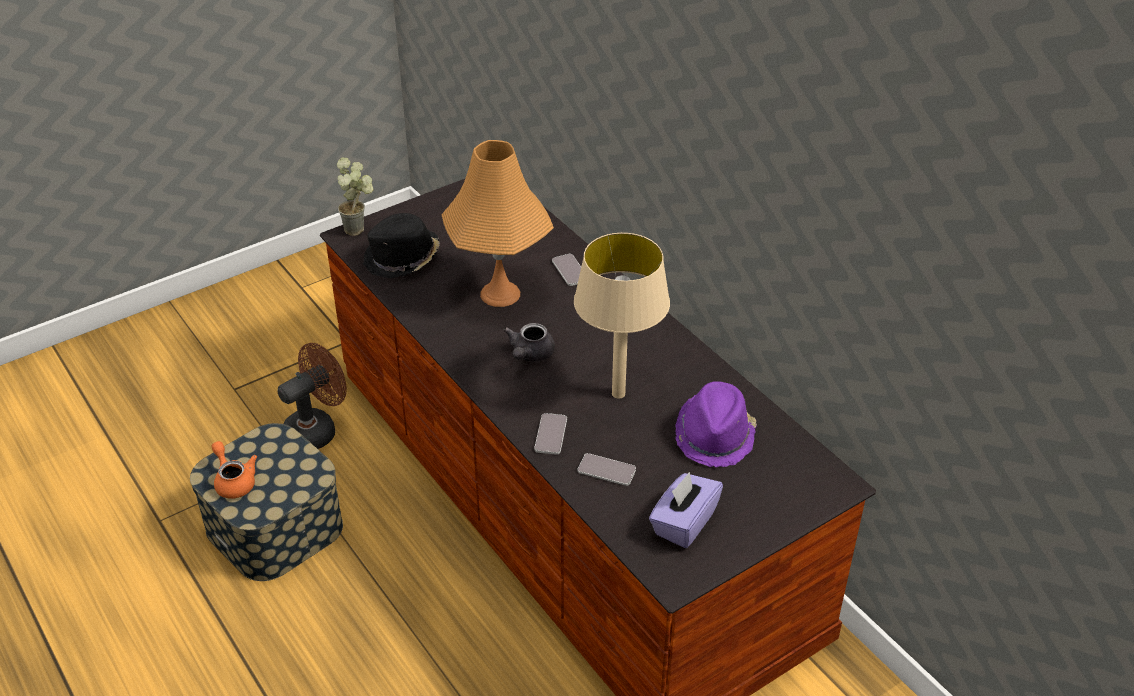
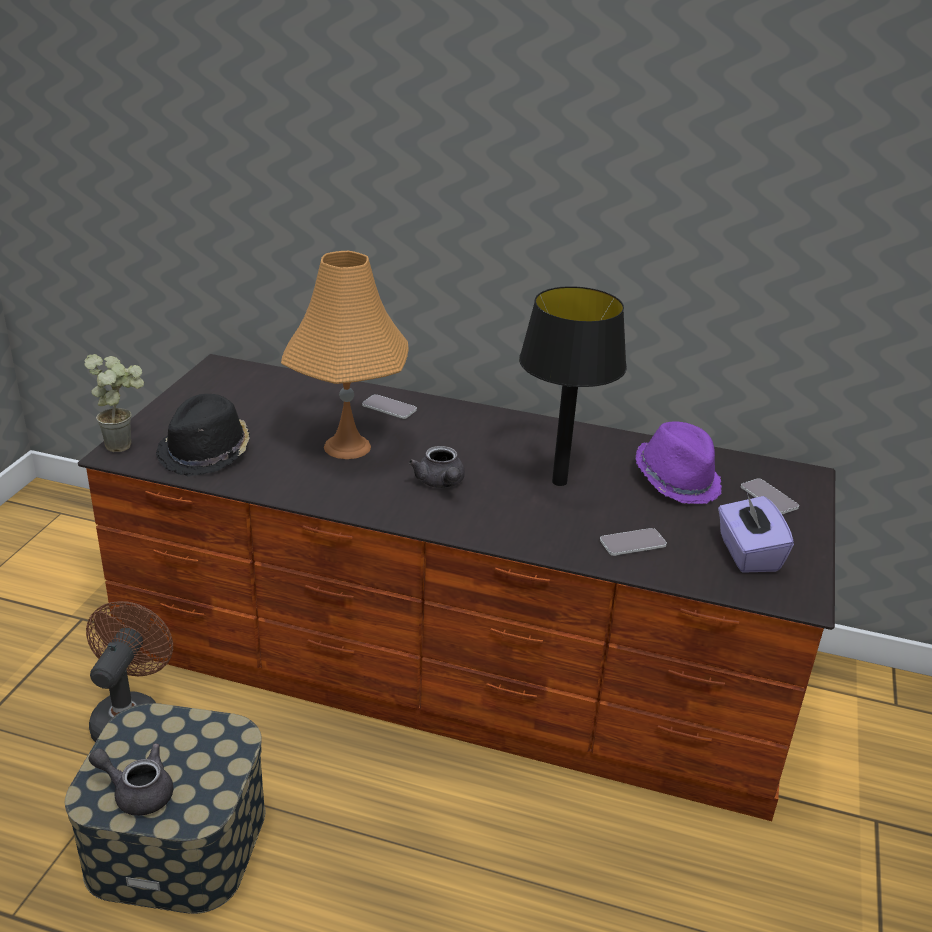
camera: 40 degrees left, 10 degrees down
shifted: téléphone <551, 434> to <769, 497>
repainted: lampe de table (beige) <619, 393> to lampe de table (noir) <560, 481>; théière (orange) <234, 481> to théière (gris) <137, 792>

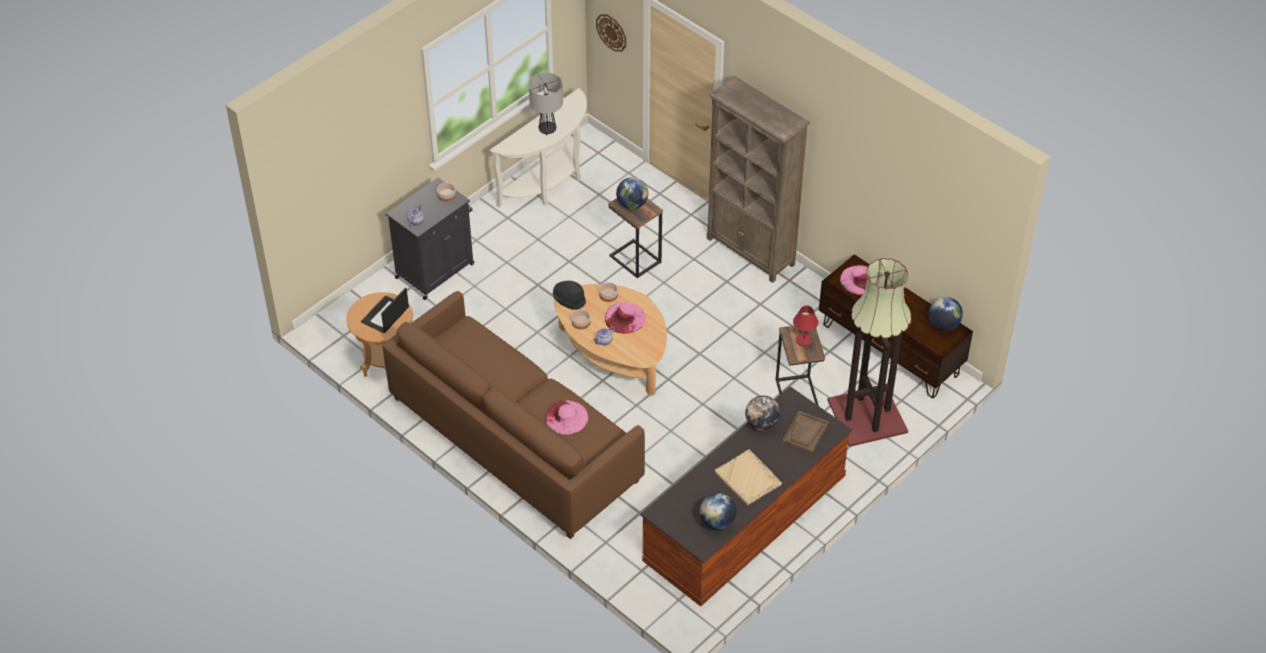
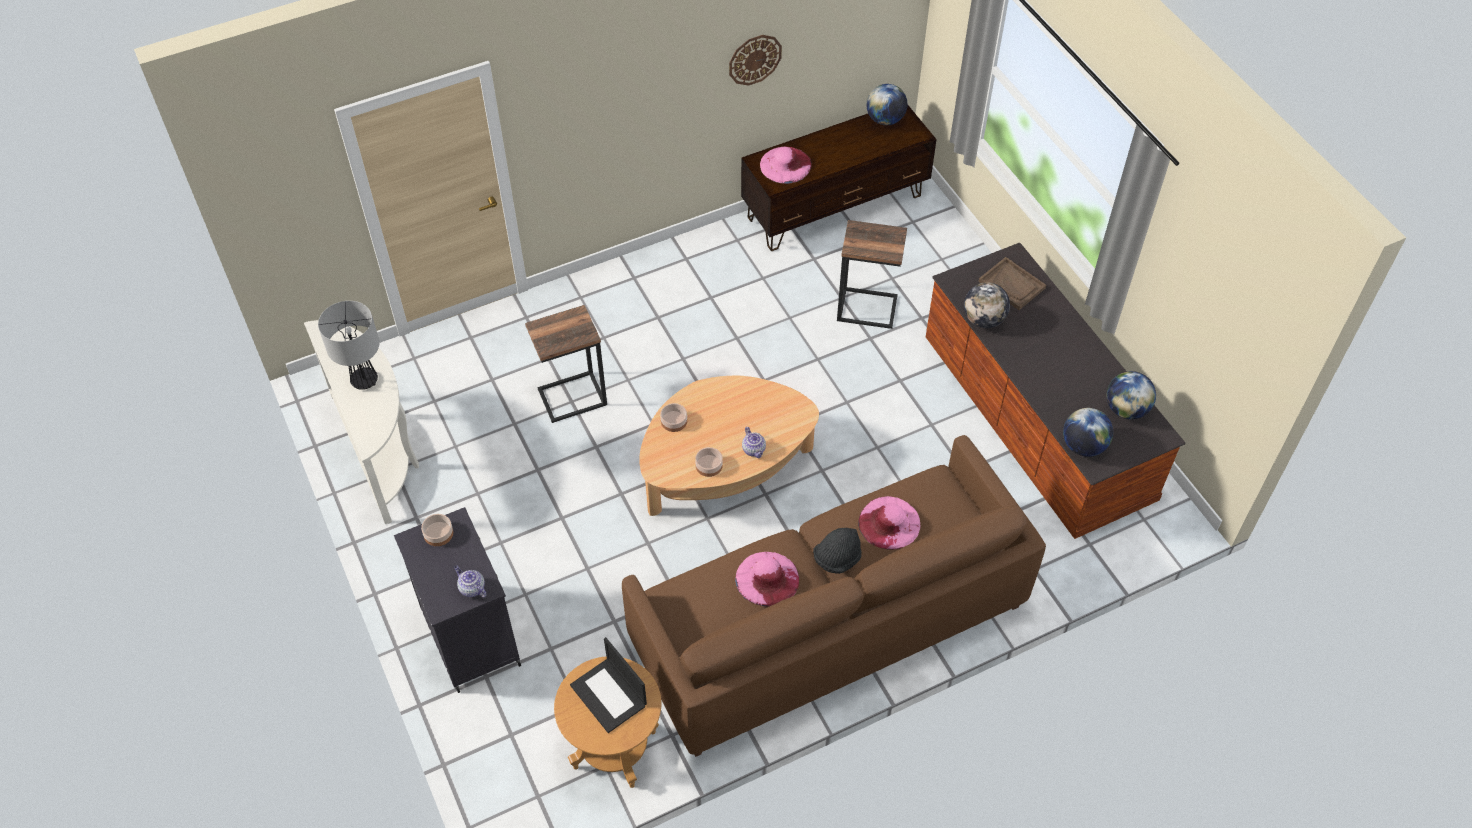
camera: 70 degrees left, 5 degrees up
gone: bibliothèque (marron) <751, 252>; lampadaire <867, 415>; lampe de table (rouge) <804, 340>; plateau (beige) <748, 479>
shifted: horloge murale <611, 32> to <754, 59>; globe <632, 204> to <1083, 446>; chapeau (noir) <569, 300> to <837, 558>; chapeau (rose) <625, 318> to <767, 578>

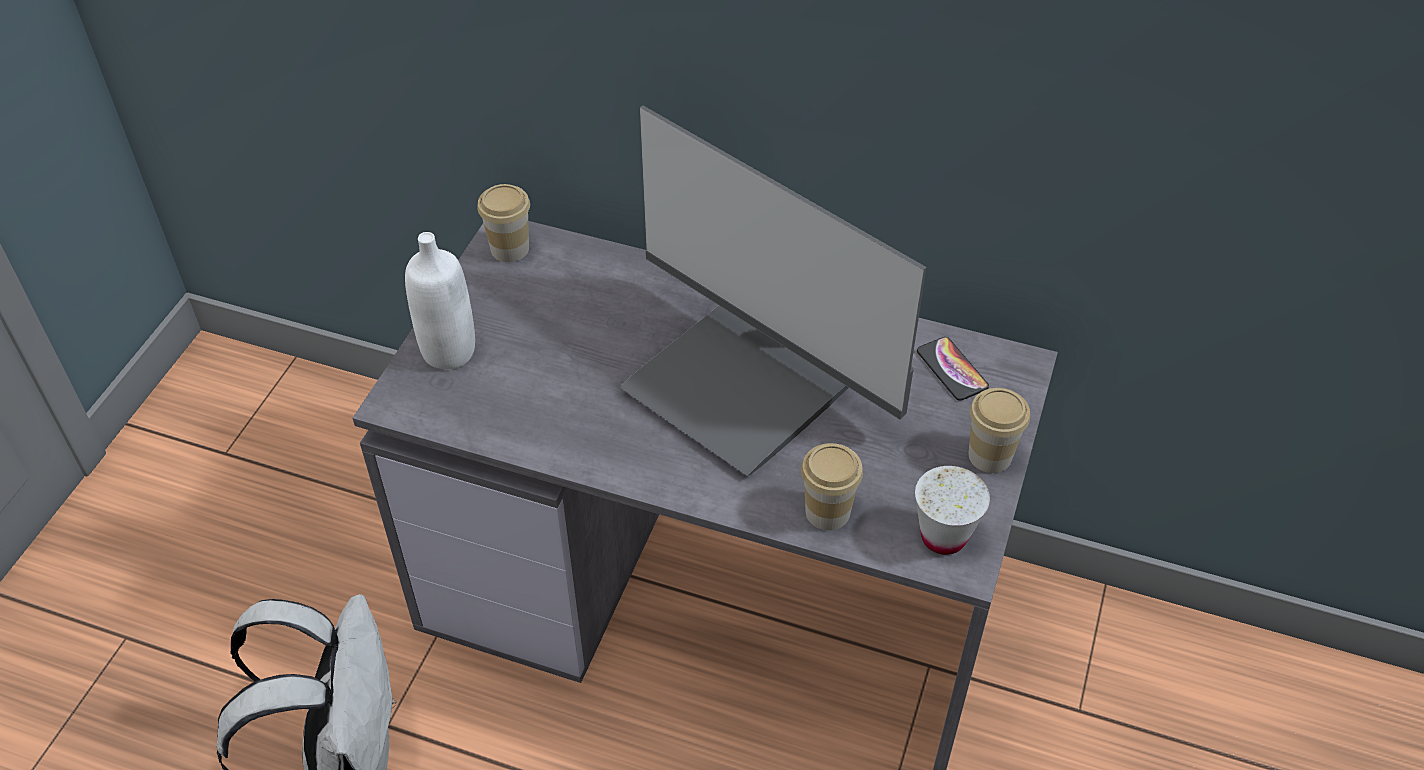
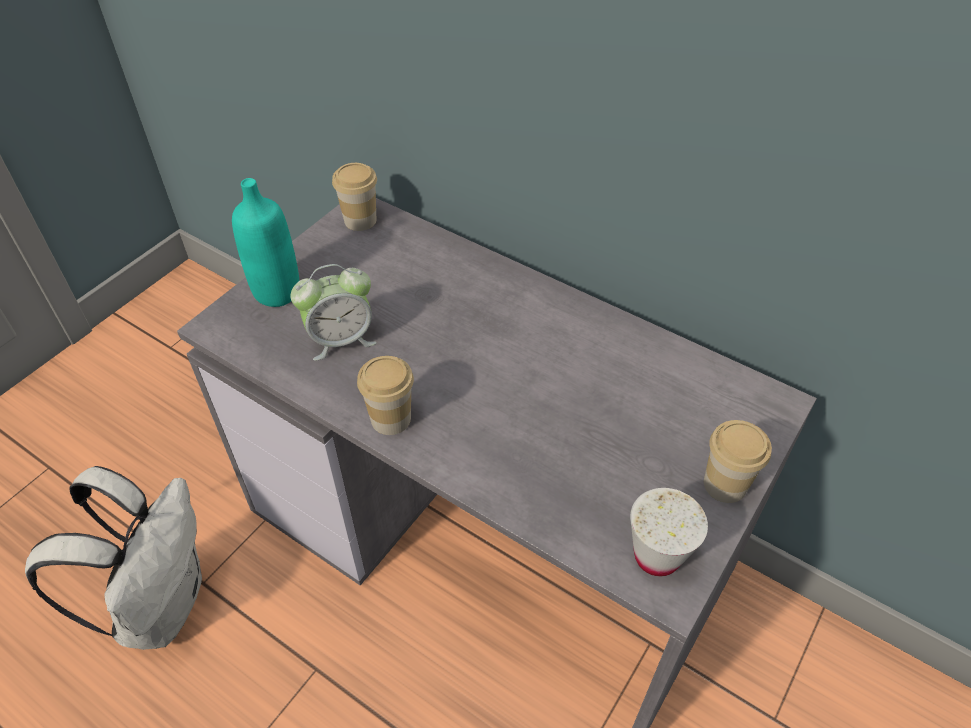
camera: 15 degrees right, 0 degrees up
gone: écran d'ordinateur <743, 383>; téléphone <952, 369>
new: réveil <341, 339>
shifted: tasse <827, 512> to <391, 419>
repainted: bouteille (blanc) <449, 351> to bouteille (turquoise) <277, 292>

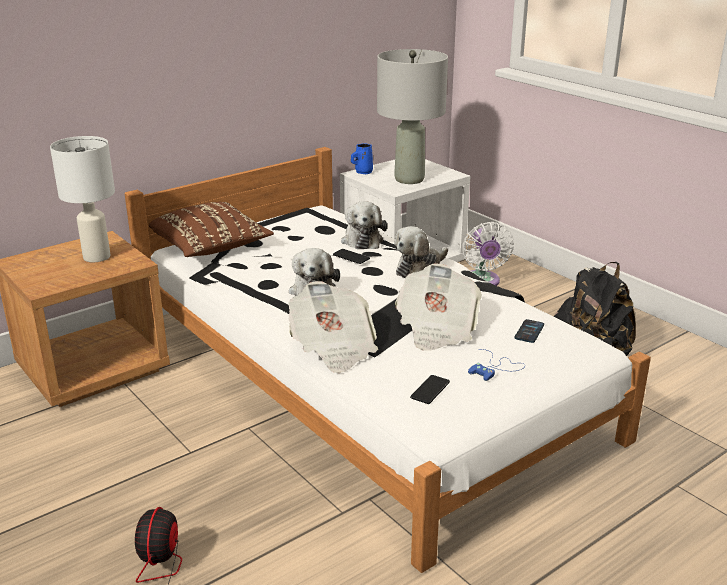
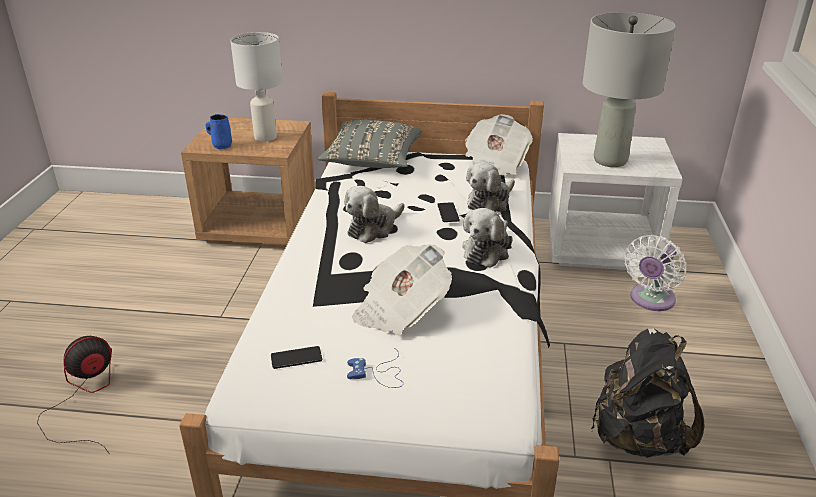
camera: 45 degrees right, 5 degrees up
gone: téléphone <529, 332>
shifted: mug (bleu) <362, 172> to <221, 145>; journal <333, 348> to <494, 164>
repainted: coussin (marron) <211, 247> to coussin (gris) <372, 161>
rotated: peluche <420, 269> = <487, 250> 60 degrees counterclockwise

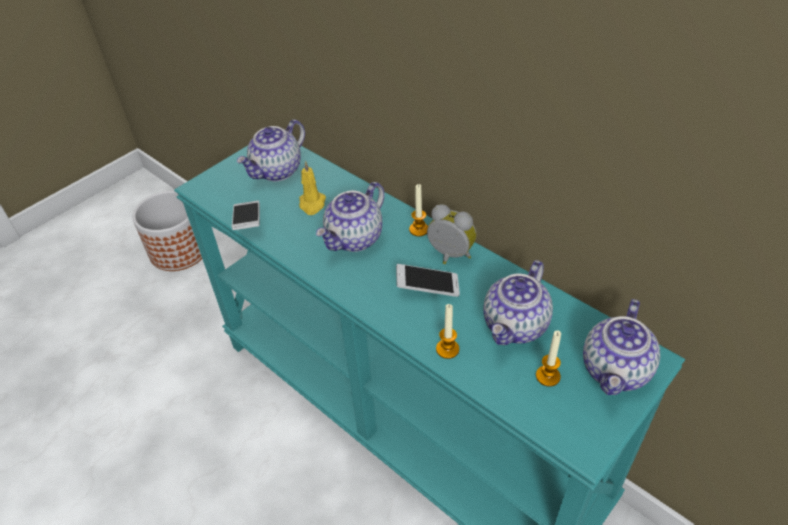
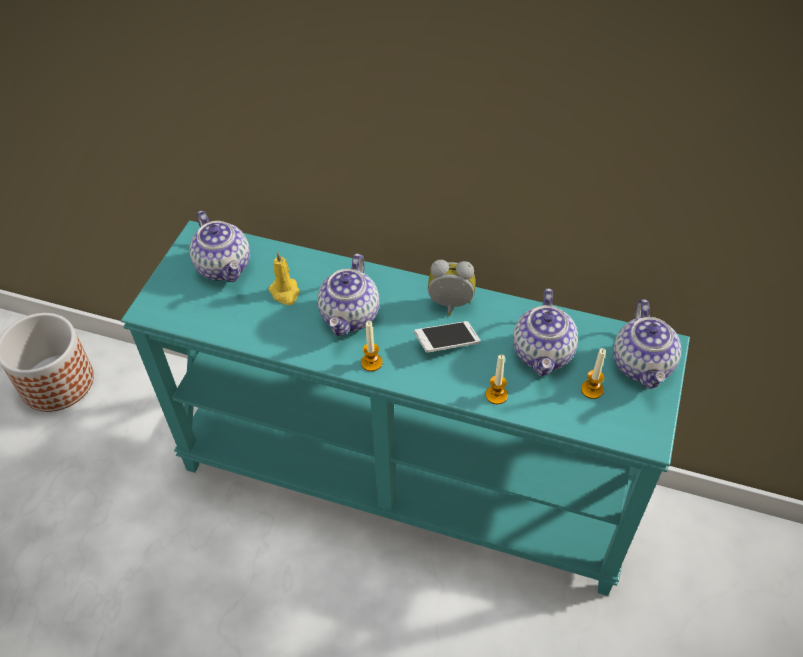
camera: 25 degrees left, 5 degrees up
gone: téléphone <247, 221>
shifted: bougie <419, 229> to <371, 362>
rotated: théière <277, 171> = <225, 267> 45 degrees counterclockwise

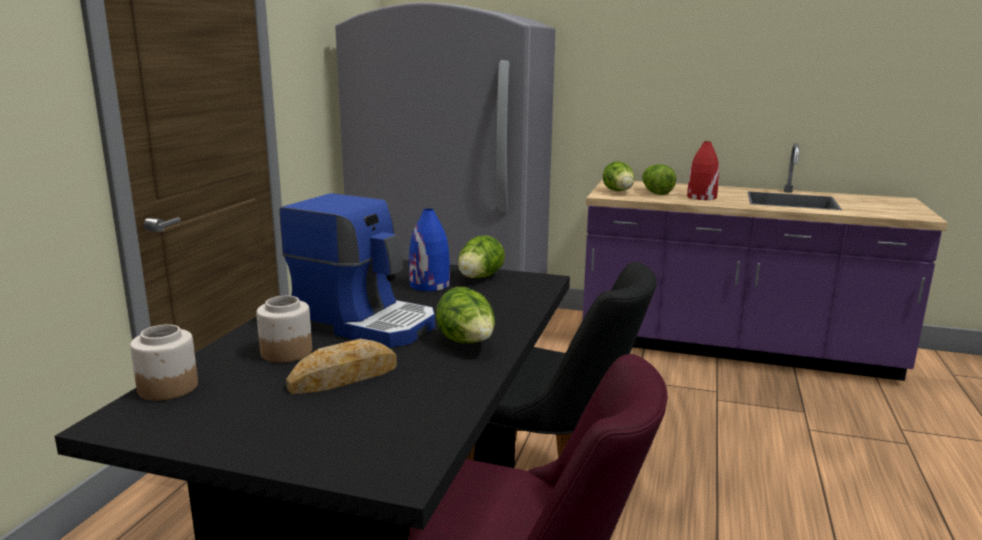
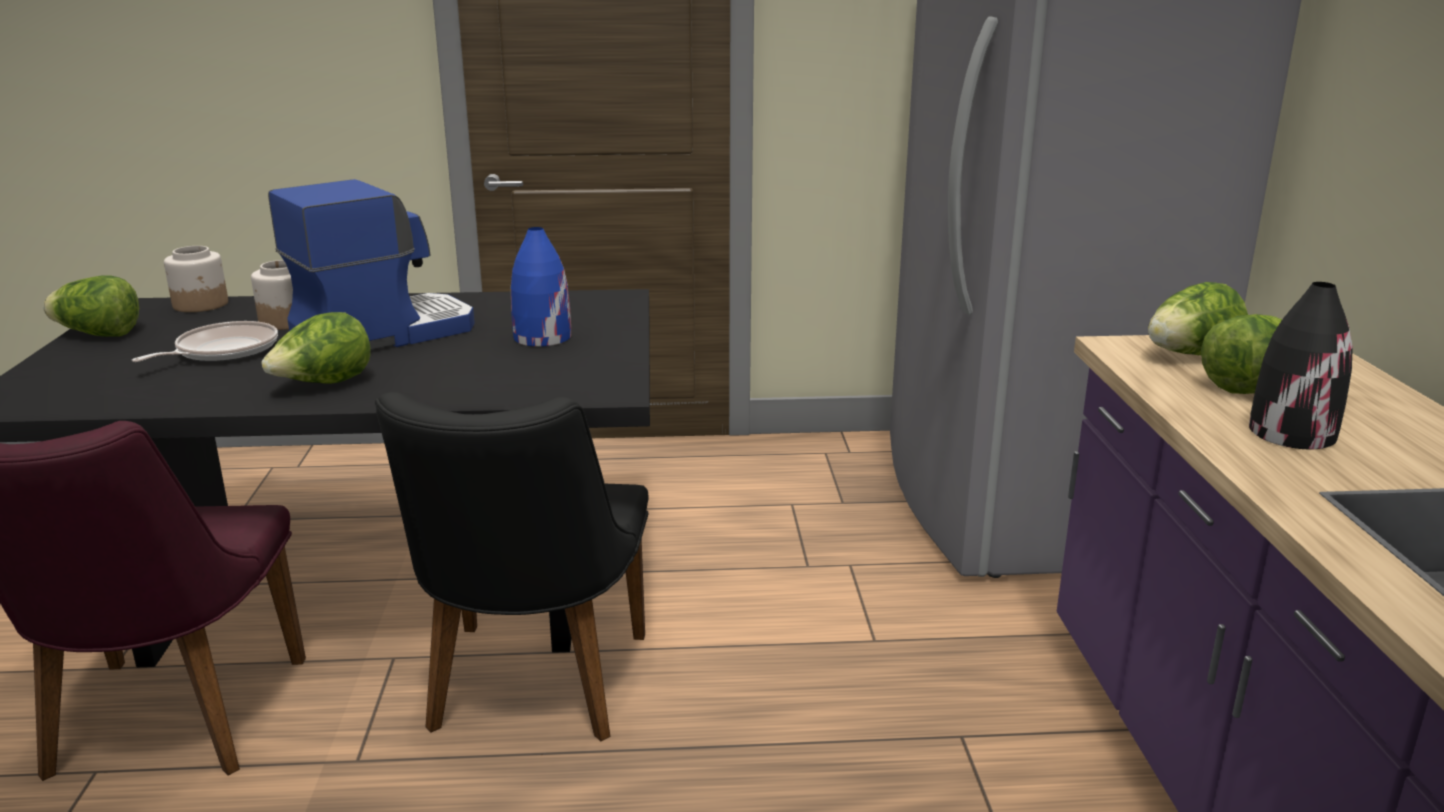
camera: 70 degrees right, 5 degrees up
shifted: laitue <479, 278> to <99, 335>
swapped: pain <344, 376> to poêle <222, 351>
repainted: vase (rouge) <701, 197> to vase (noir) <1291, 433>
rotated: machine à café <365, 322> = <383, 333> 135 degrees counterclockwise

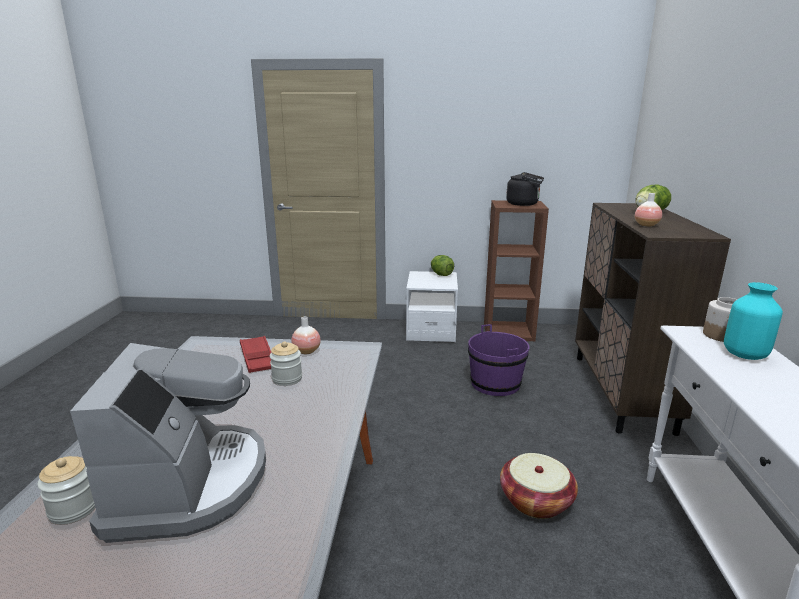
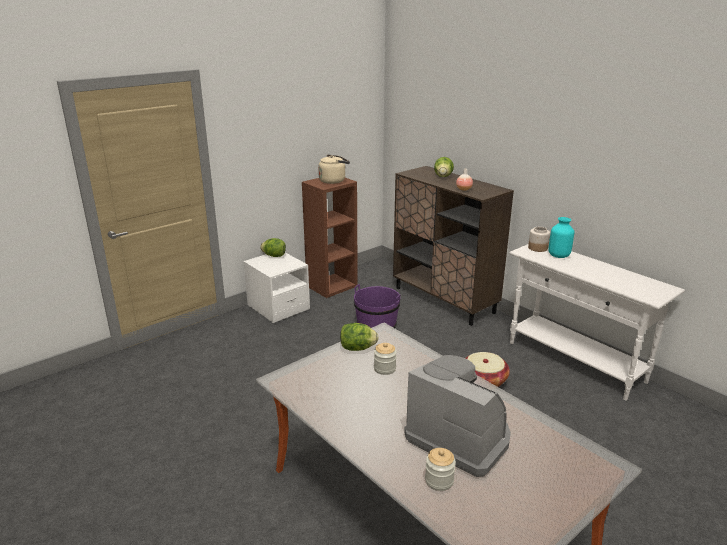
camera: 45 degrees left, 5 degrees up
gone: plateau (rouge) <257, 358>
swapped: vase <306, 351> to laitue <357, 348>
repainted: bouilloire (noir) <524, 204> to bouilloire (beige) <333, 180>

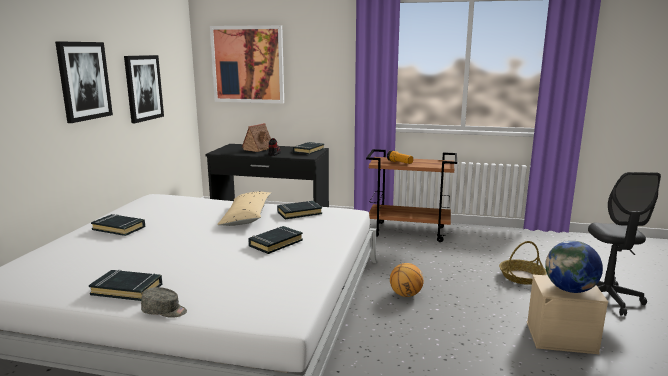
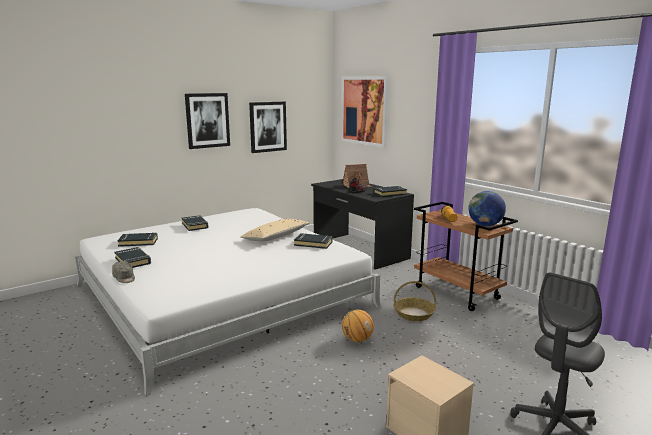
camera: 40 degrees right, 0 degrees up
shifted: livre (noir) <275, 243> to <138, 242>; panier <521, 277> to <414, 314>; globe <570, 289> to <485, 225>

